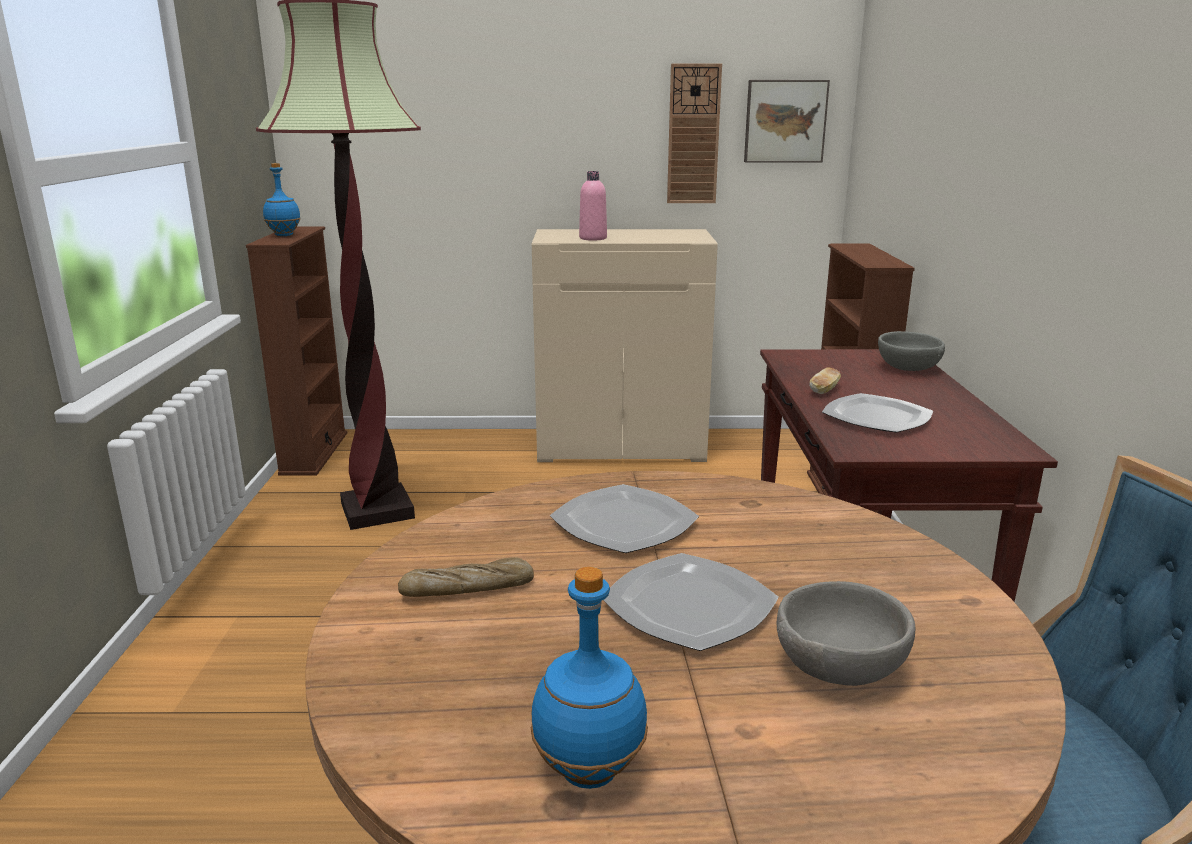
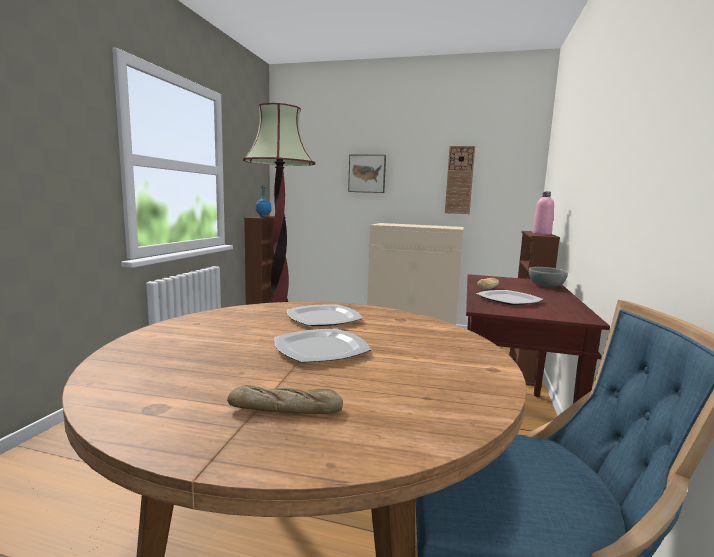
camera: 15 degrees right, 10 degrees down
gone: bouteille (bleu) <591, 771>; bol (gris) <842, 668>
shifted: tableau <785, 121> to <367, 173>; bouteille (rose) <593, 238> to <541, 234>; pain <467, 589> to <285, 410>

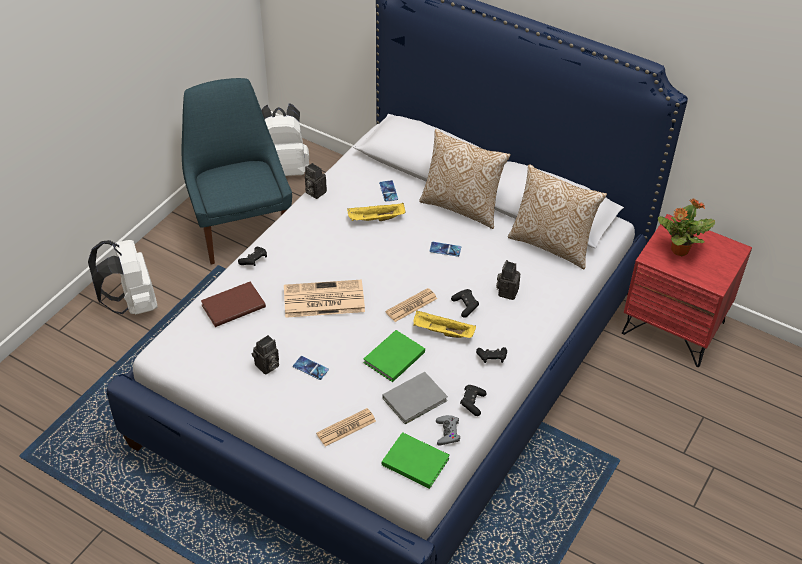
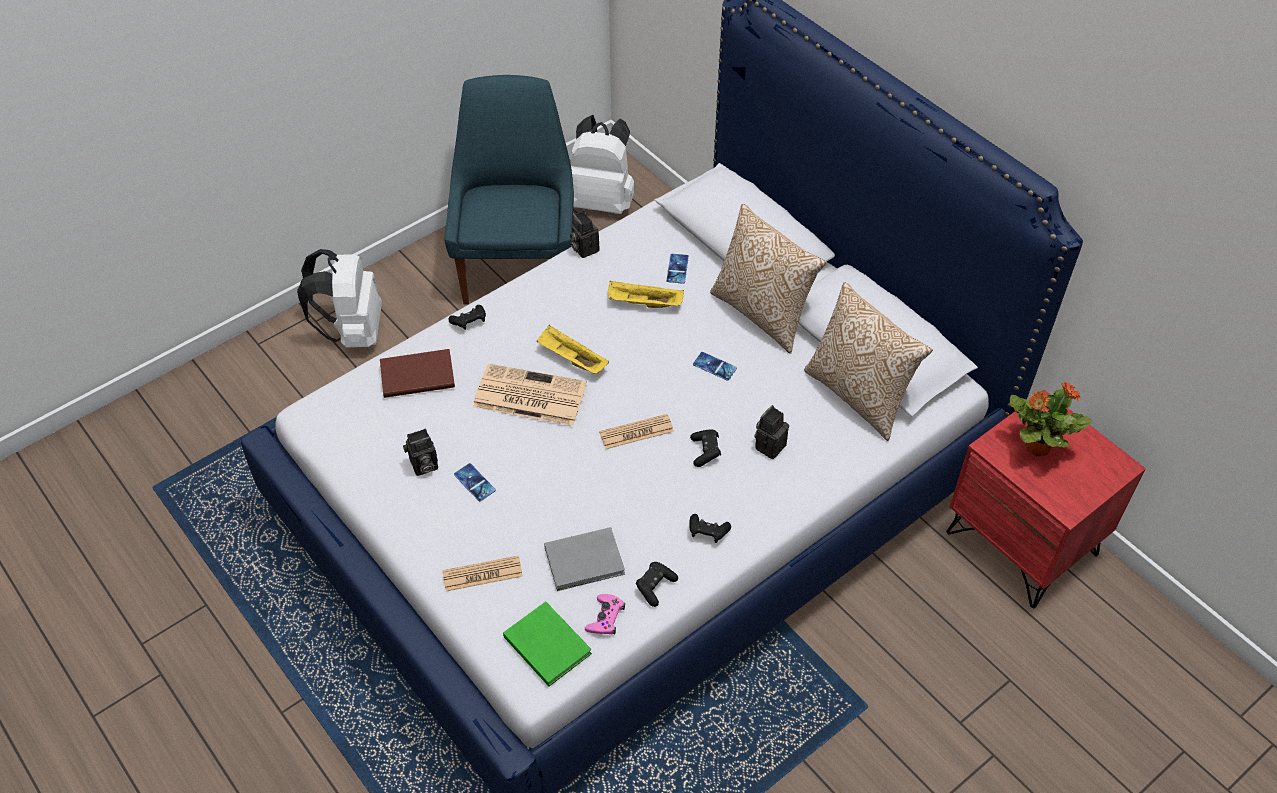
camera: 20 degrees right, 5 degrees up
gone: livre (vert) <392, 358>
shifted: plateau (jaune) <442, 332> to <571, 359>
repainted: manette (gris) <447, 432> to manette (rose) <605, 618>

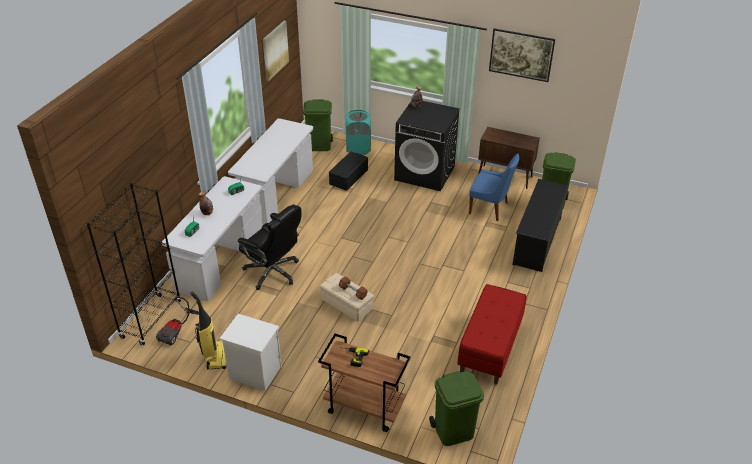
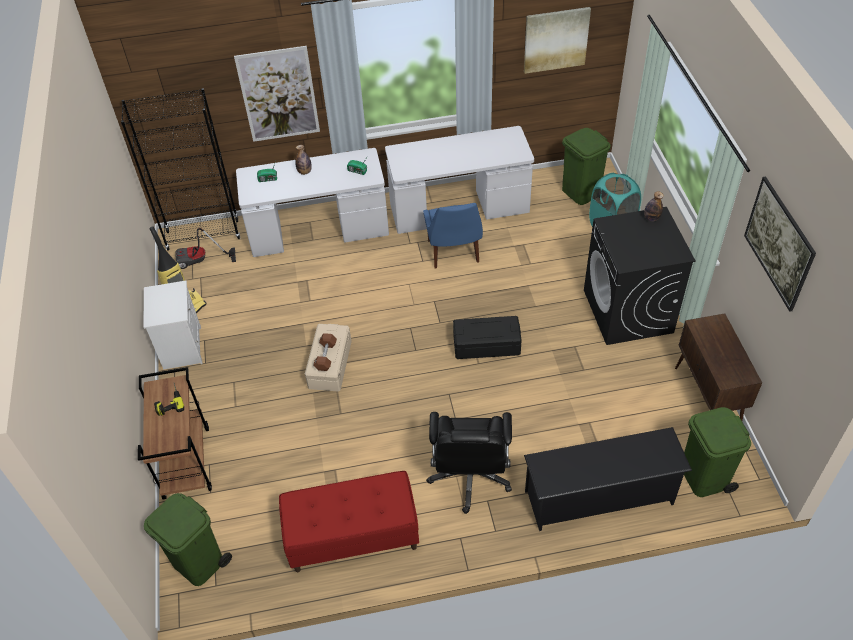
camera: 60 degrees right, 10 degrees up
new: tableau <278, 95>
shifted: boîte de rangement (noir) <348, 177> to <486, 345>; chaise (bleu) <490, 208> to <453, 253>; chaise de bureau (noir) <273, 272> to <470, 477>

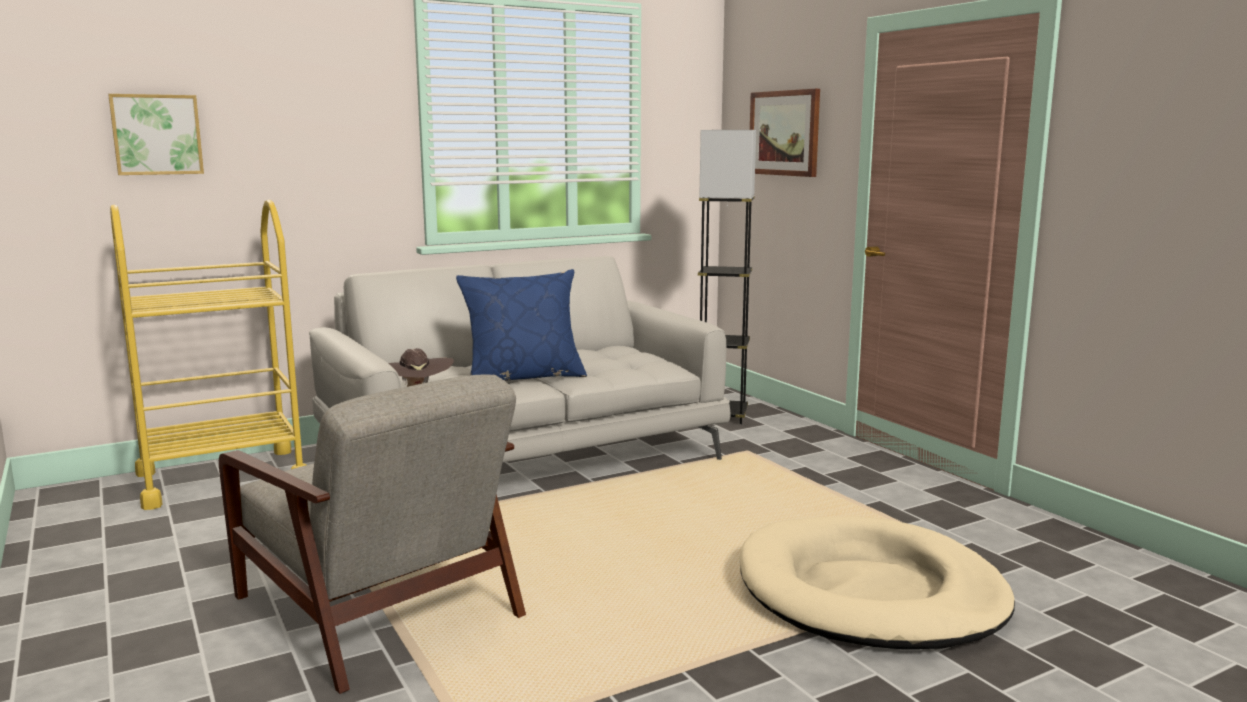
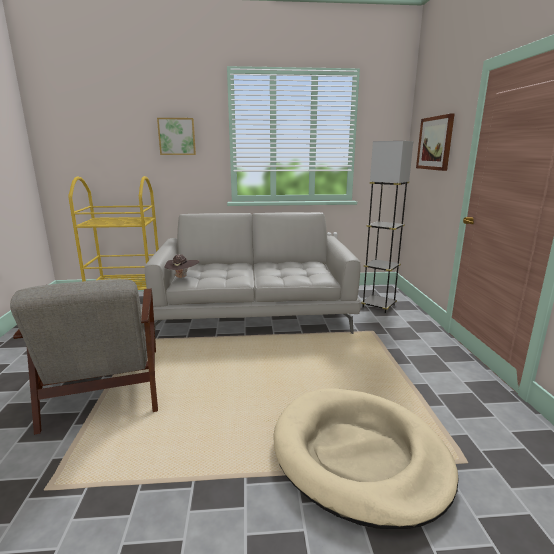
camera: 25 degrees right, 5 degrees up
gone: coussin (bleu) <523, 378>
shifted: tableau <157, 134> to <177, 136>

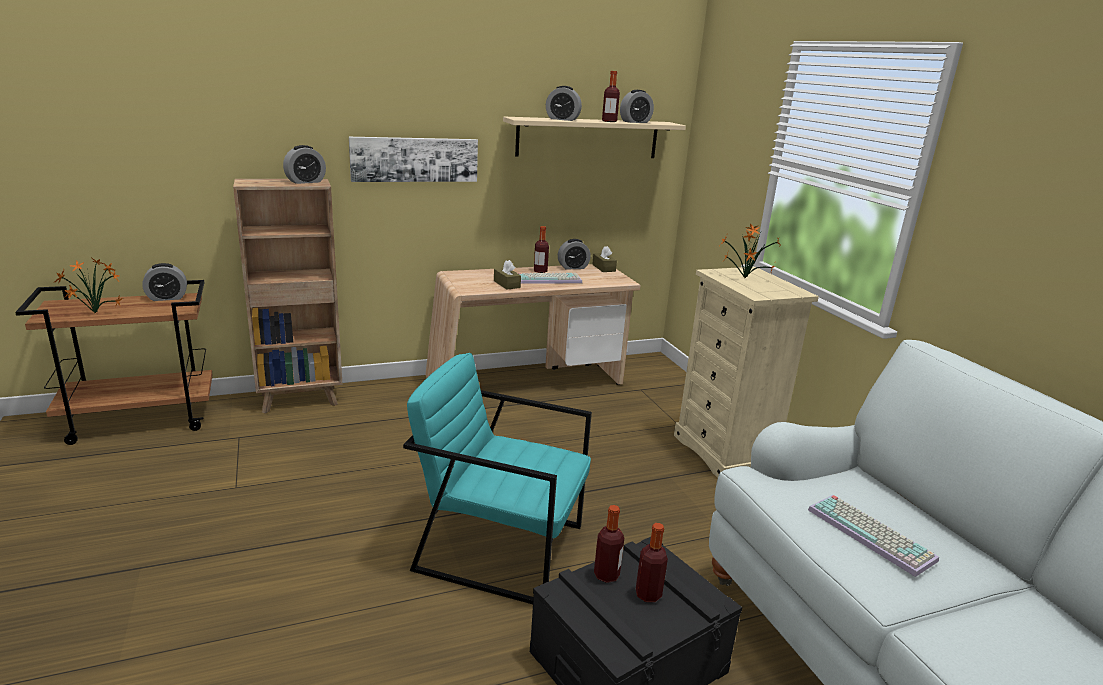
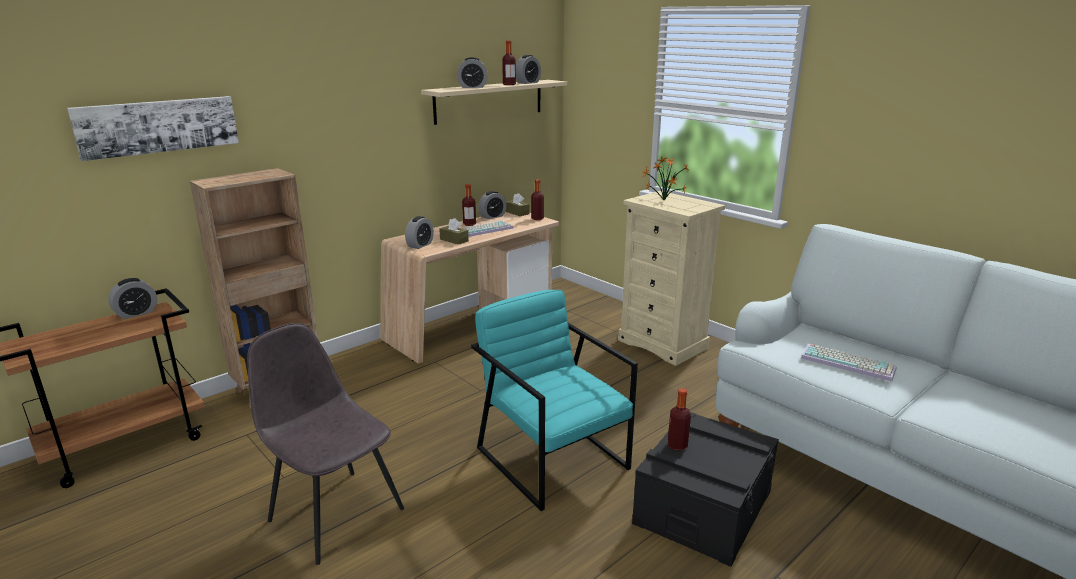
camera: 20 degrees left, 0 degrees up
gone: plante en pot <94, 313>
new: chaise (gris) <334, 513>
shifted: tableau <414, 159> to <158, 126>; réveil <305, 182> to <420, 245>; bouteille <648, 594> to <537, 218>
rotated: fauteuil (turquoise) <500, 547> = <552, 457> 60 degrees clockwise

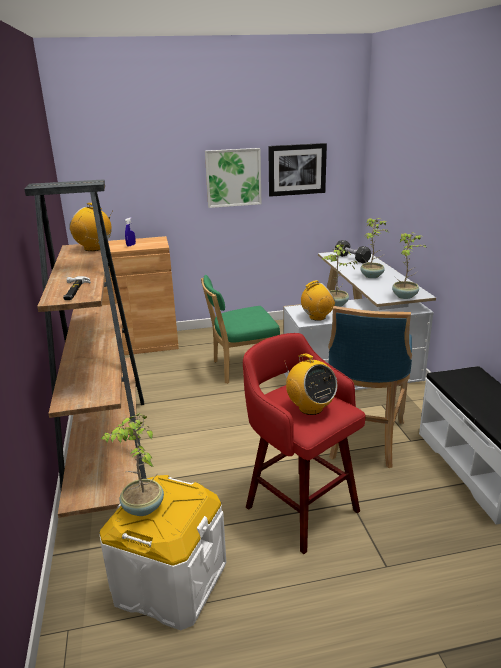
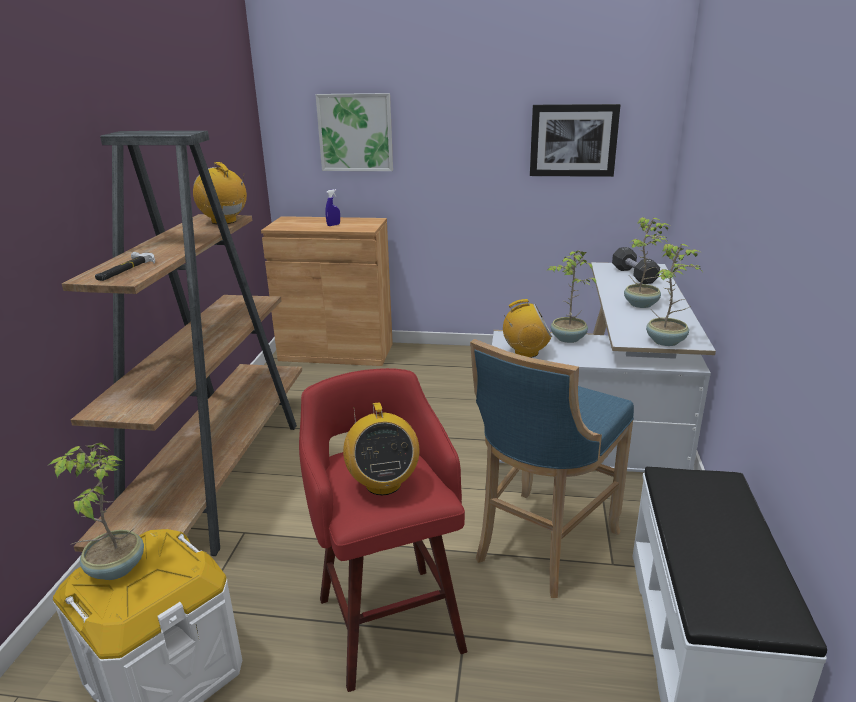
camera: 20 degrees right, 0 degrees up
gone: chaise (vert) <241, 368>
shifted: tableau <233, 177> to <355, 132>

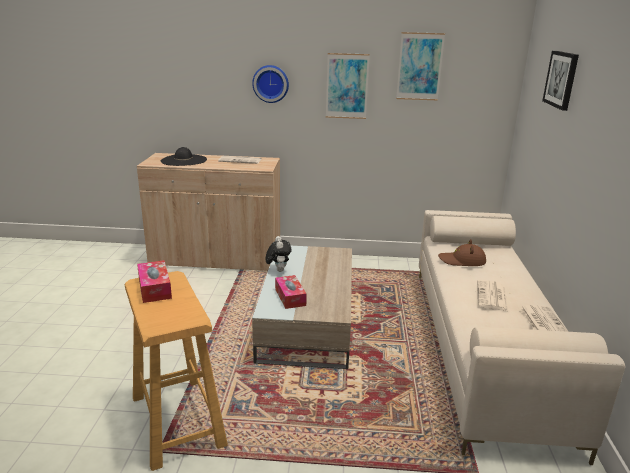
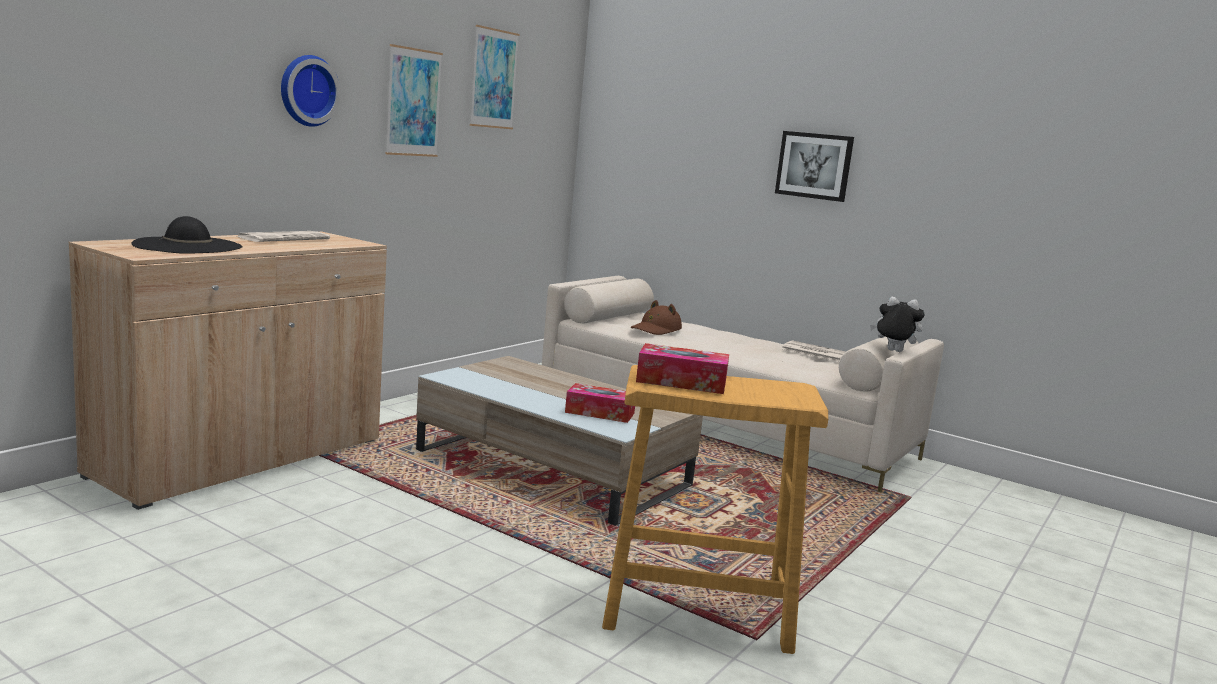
camera: 60 degrees left, 10 degrees down
gone: journal <492, 296>
shifted: tableau <561, 79> to <814, 166>; peluche <278, 270> to <893, 351>

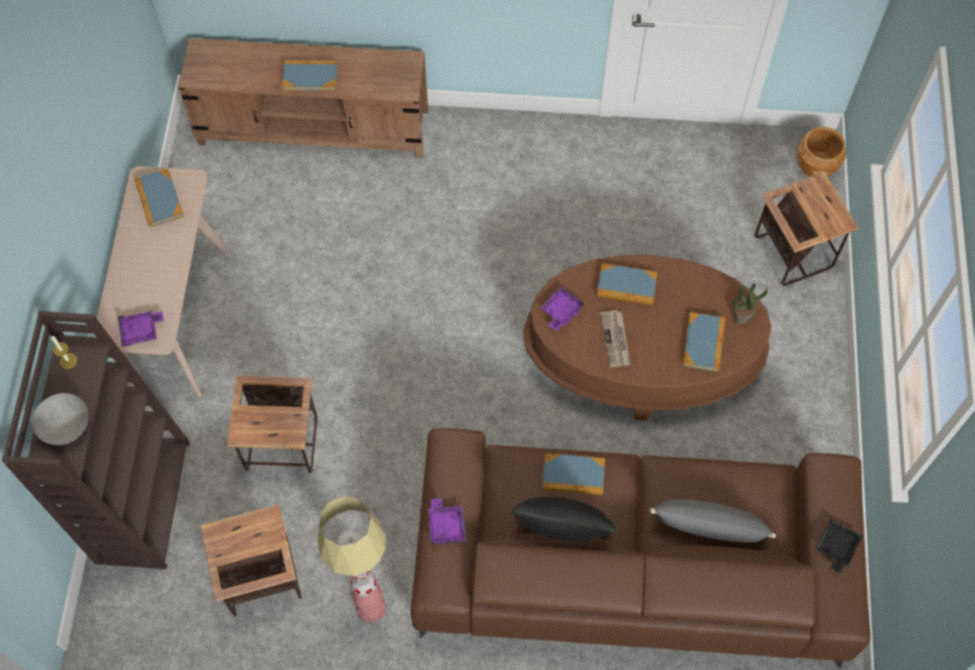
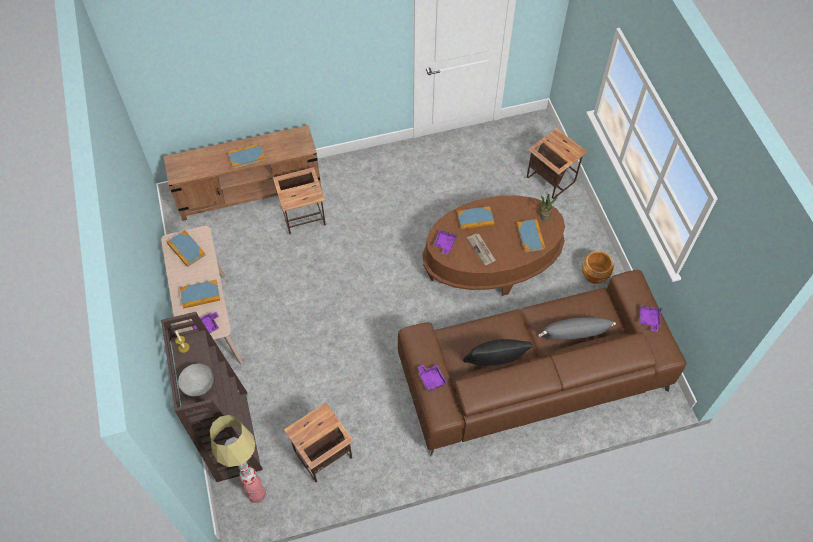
camera: 20 degrees left, 5 degrees down
shifted: cache-pot (marron) <816, 165> to <594, 275>; table d'appoint <284, 445> to <304, 217>; livre <573, 475> to <200, 295>; lampadaire <371, 608> to <256, 493>
repainted: plateau (noir) <836, 547> to plateau (violet) <649, 319>

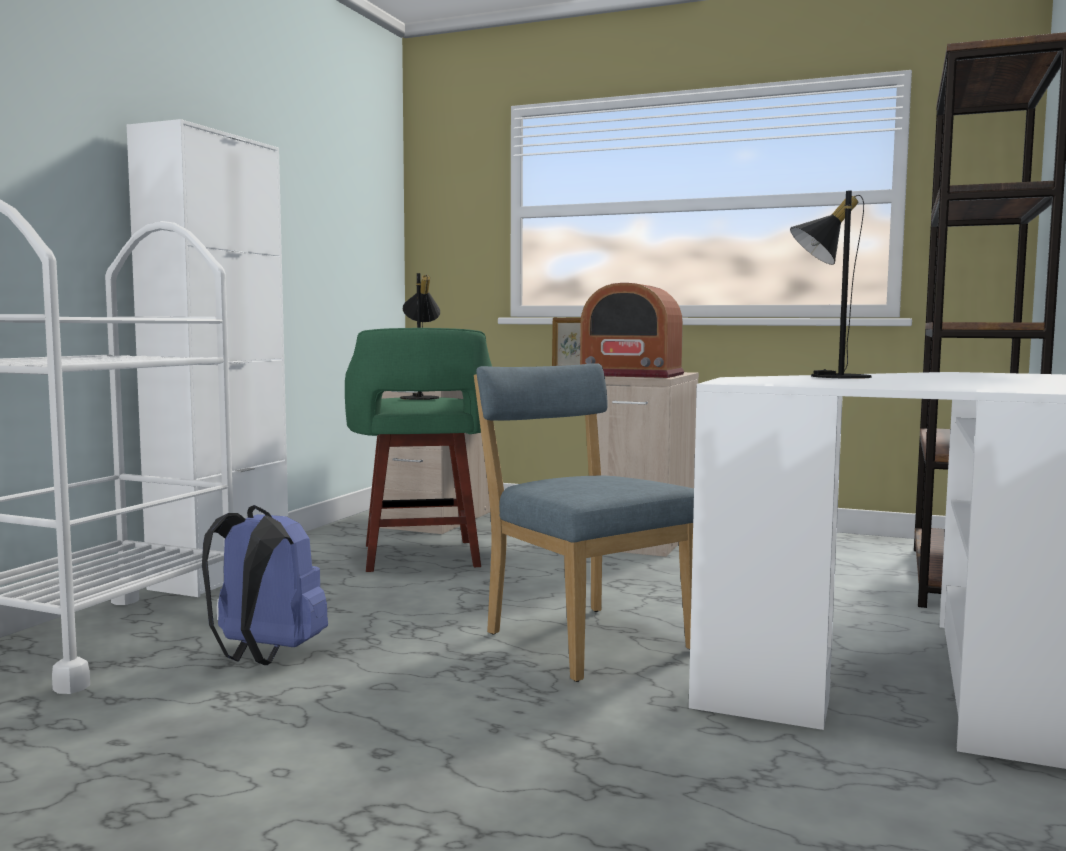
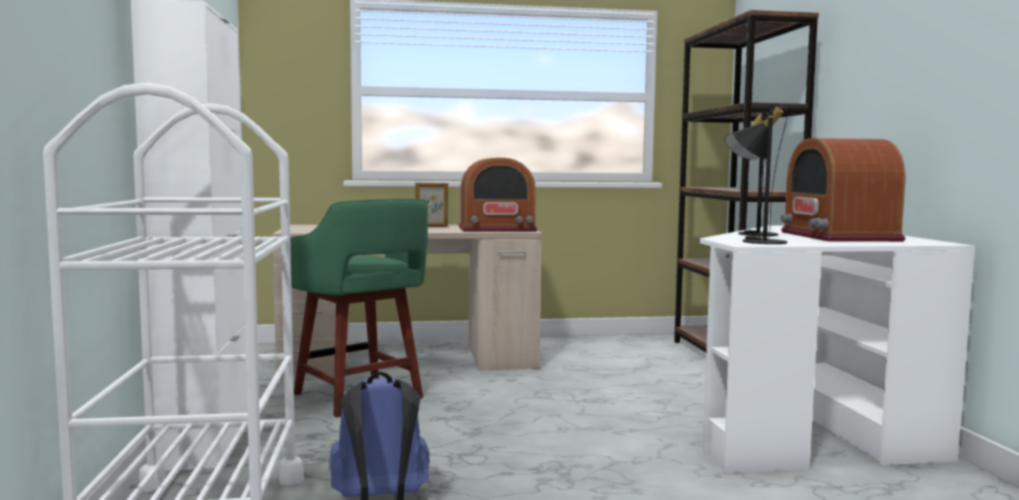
camera: 30 degrees left, 0 degrees up
gone: chaise (bleu) <582, 639>
new: radio <838, 236>
shifted: lampe de table (noir) <420, 397> to <757, 241>

